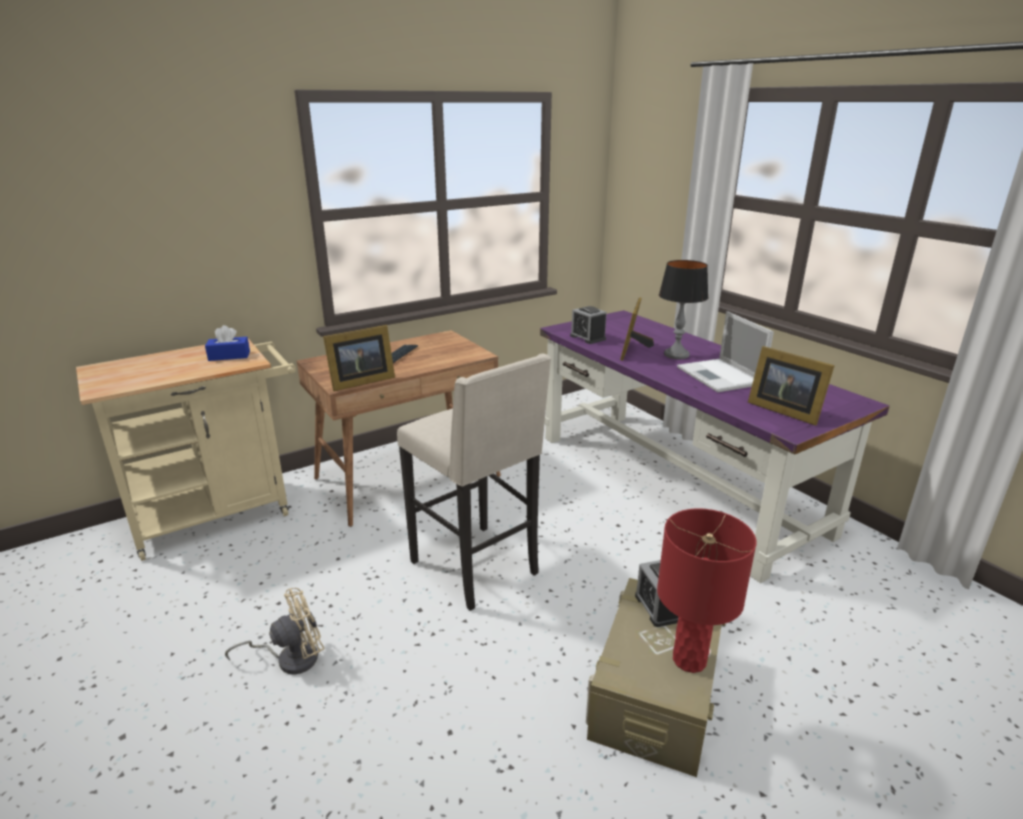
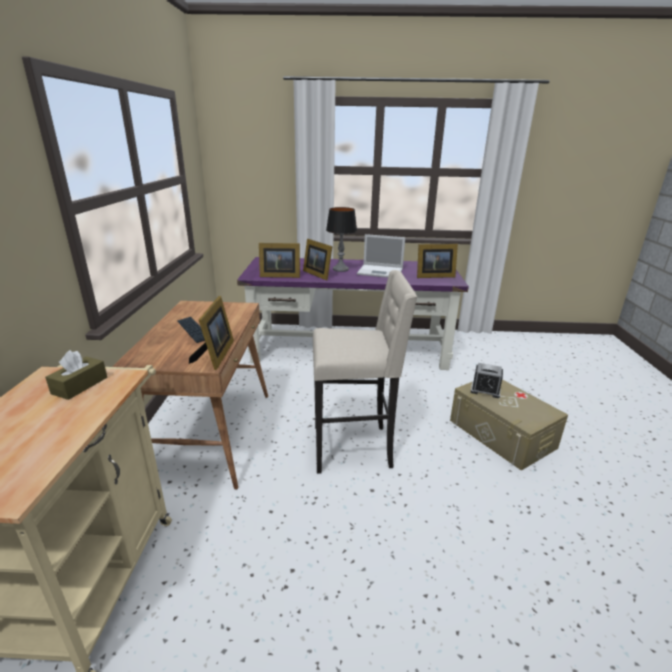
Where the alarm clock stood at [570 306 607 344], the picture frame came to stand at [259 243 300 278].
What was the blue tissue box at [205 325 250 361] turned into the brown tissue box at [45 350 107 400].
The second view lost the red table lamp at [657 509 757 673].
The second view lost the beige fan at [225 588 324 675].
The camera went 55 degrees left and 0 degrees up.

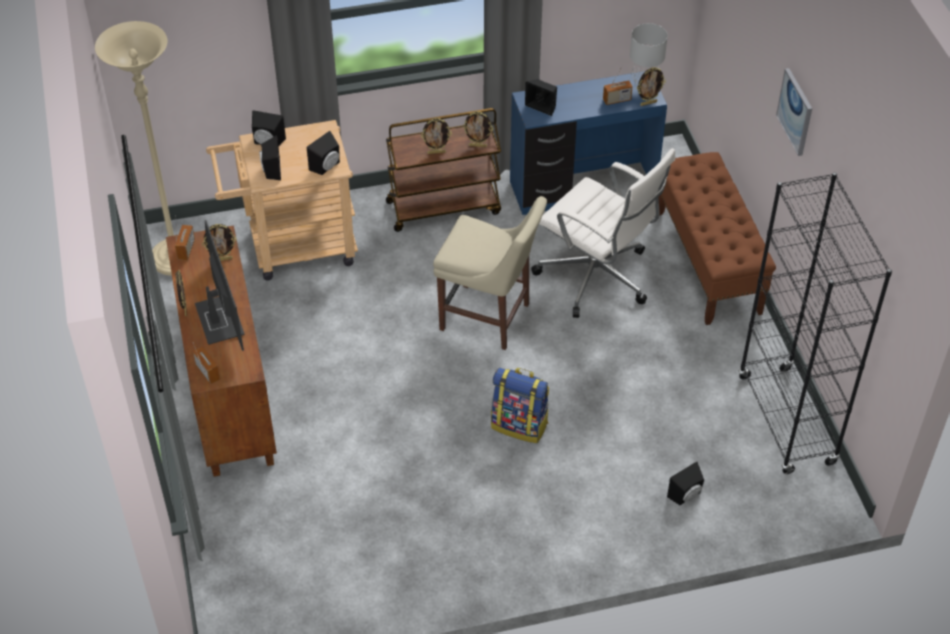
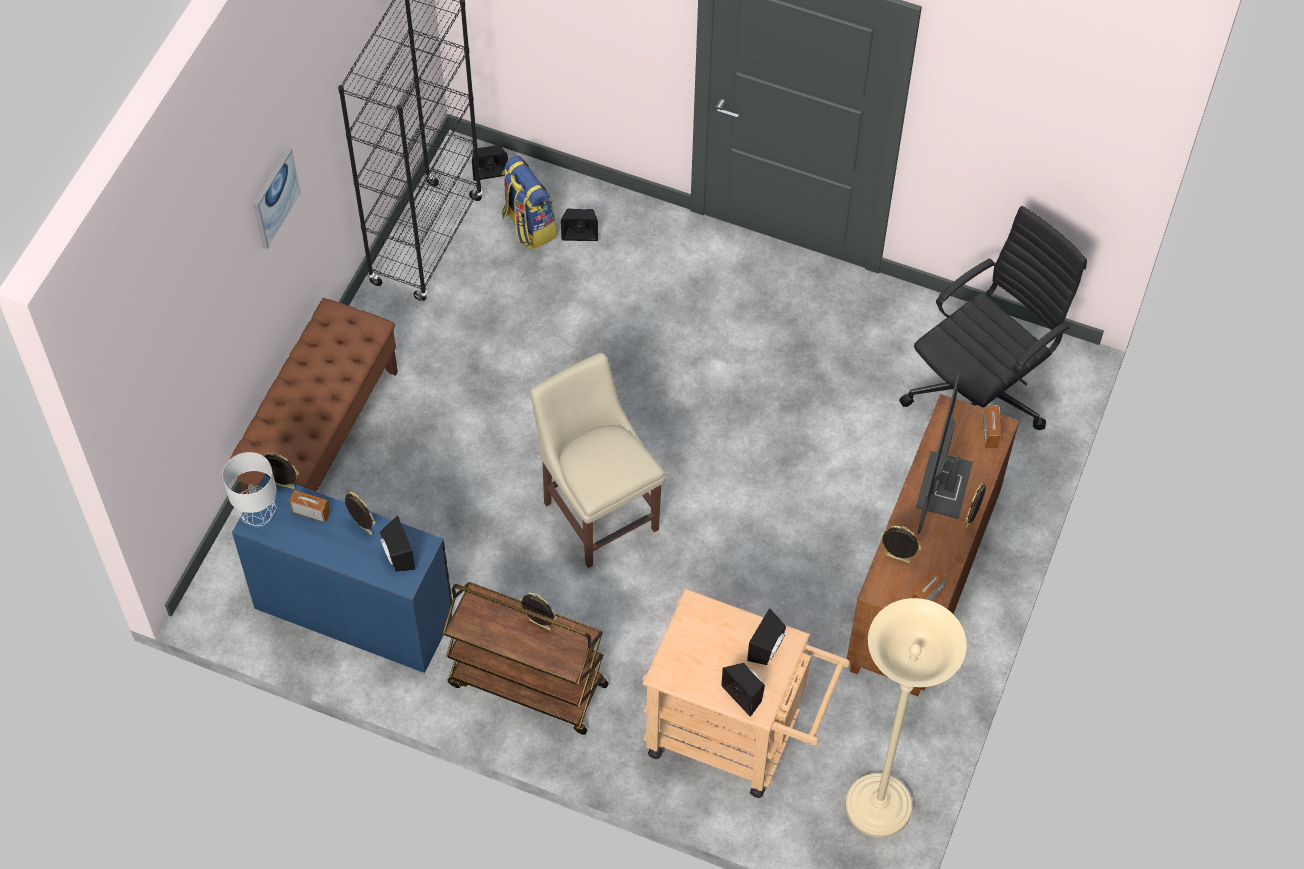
The picture frame ended up elsewhere, having gone from [462 111 493 147] to [345 492 375 535].
The black speaker ended up elsewhere, having gone from [307 131 340 175] to [472 144 508 181].
The second view lost the white office chair at [531 148 675 318].
The backpack ended up elsewhere, having gone from [491 367 549 443] to [502 156 557 250].
The second view gained the black office chair at [899 206 1087 430].
The camera went 145 degrees left and 10 degrees up.

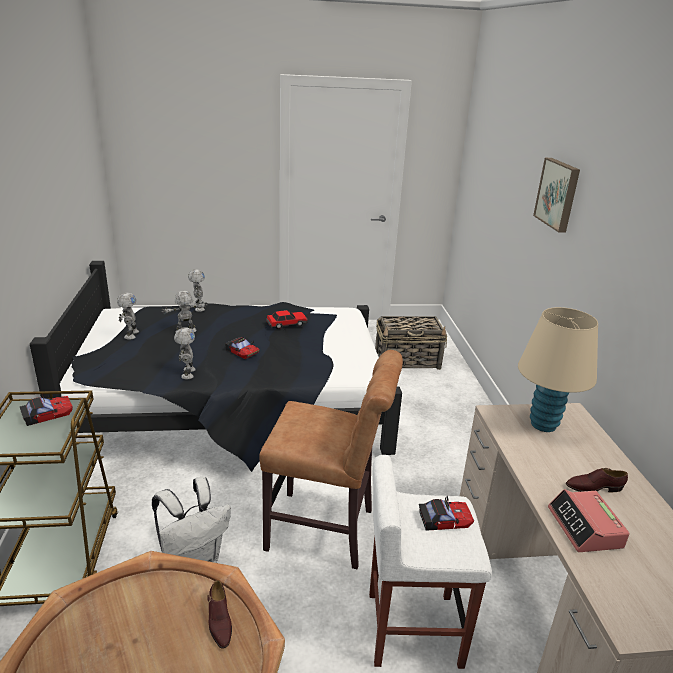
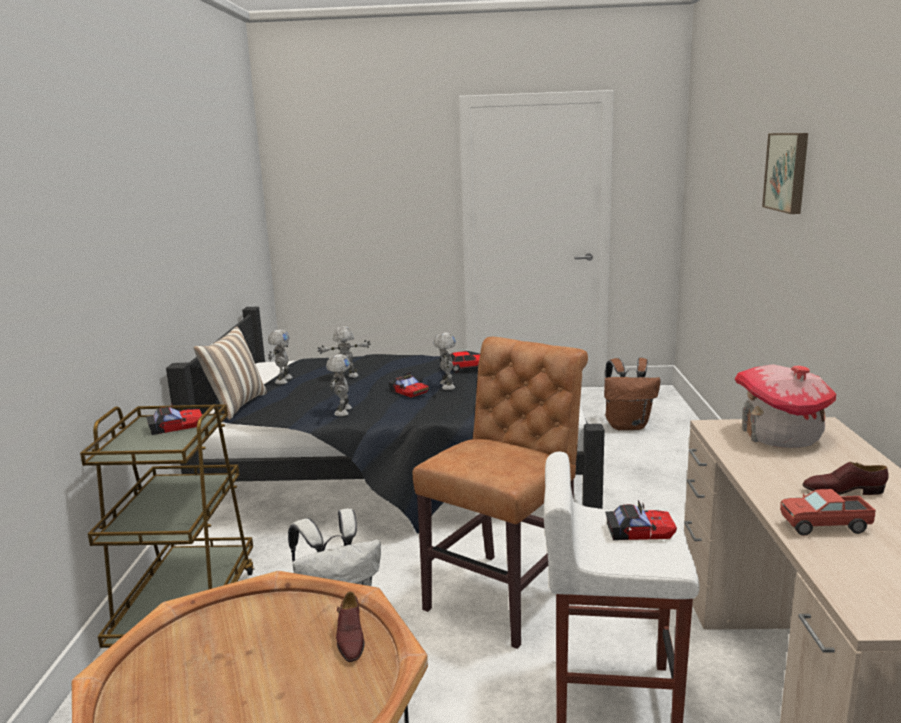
The toy robot ended up elsewhere, having gone from [188 269 205 312] to [433 332 456 390].
Where the beige table lamp stood at [518 307 598 432], the toy house came to stand at [735 364 836 448].
Where the basket stood at [375 316 447 370], the brown backpack came to stand at [604 358 661 430].
The brown chair at [259 350 403 569] ended up facing another way, 75 degrees counterclockwise from before.
Where the alarm clock stood at [548 489 630 552], the toy truck came to stand at [780 489 876 536].
The second view gained the pillow at [193 326 267 420].
The camera went 10 degrees right and 10 degrees down.

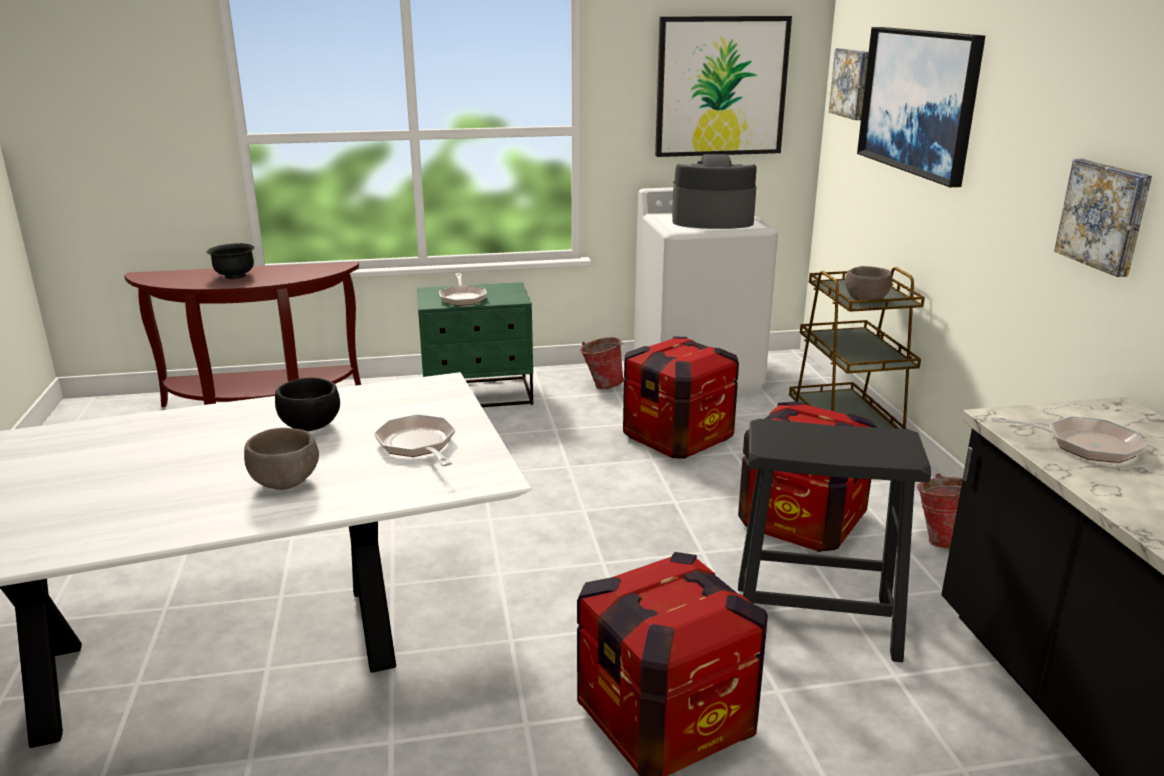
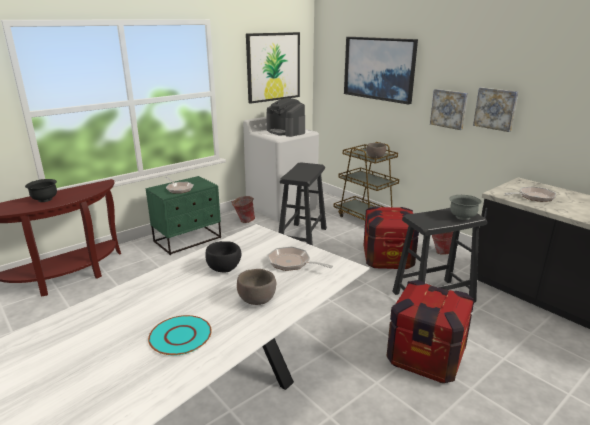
The picture ended up elsewhere, having gone from [829 48 869 120] to [430 89 468 130].
The coffee machine at [672 154 757 229] ended up facing another way, 105 degrees counterclockwise from before.
Where the crate stood at [623 337 739 459], the black stool came to stand at [279 162 327 246].
The second view gained the grey bowl at [449 195 482 220].
The second view gained the turquoise plate at [148 315 212 356].
The camera went 30 degrees left and 0 degrees up.

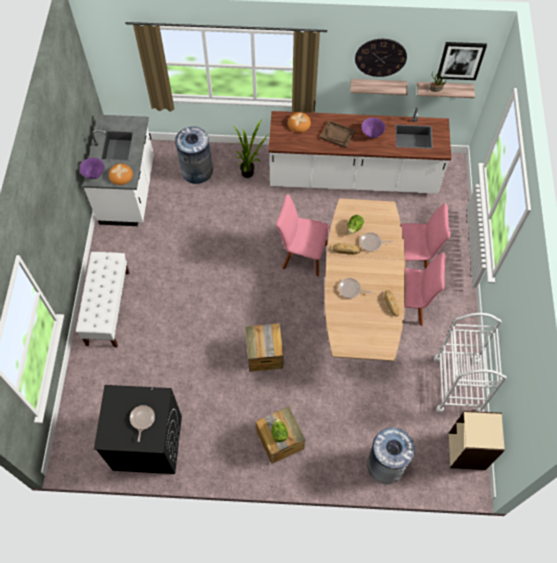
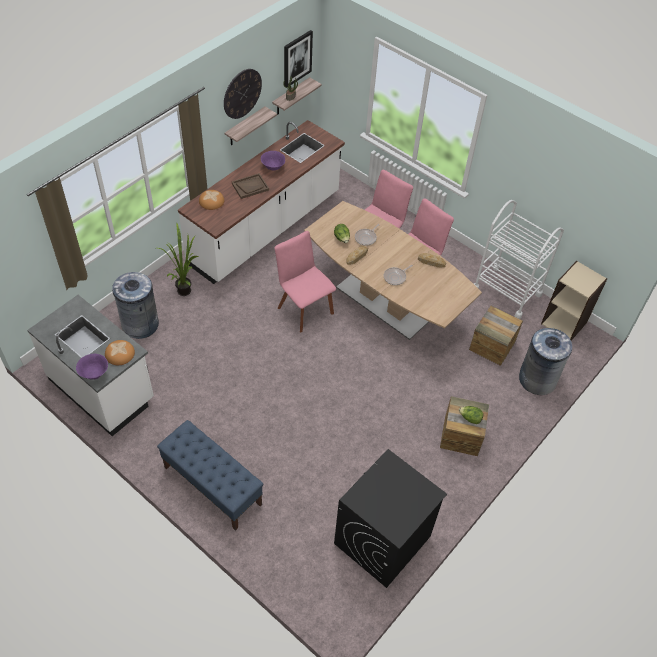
The pink chair at [276 194 330 277] ended up facing another way, 90 degrees clockwise from before.
What was the white bench at [76 252 130 348] turned into the blue bench at [157 420 264 531].
The crate ended up elsewhere, having gone from [245 323 284 372] to [469 306 523 366].
The second view lost the frying pan at [130 405 155 442].
The camera went 55 degrees left and 10 degrees down.

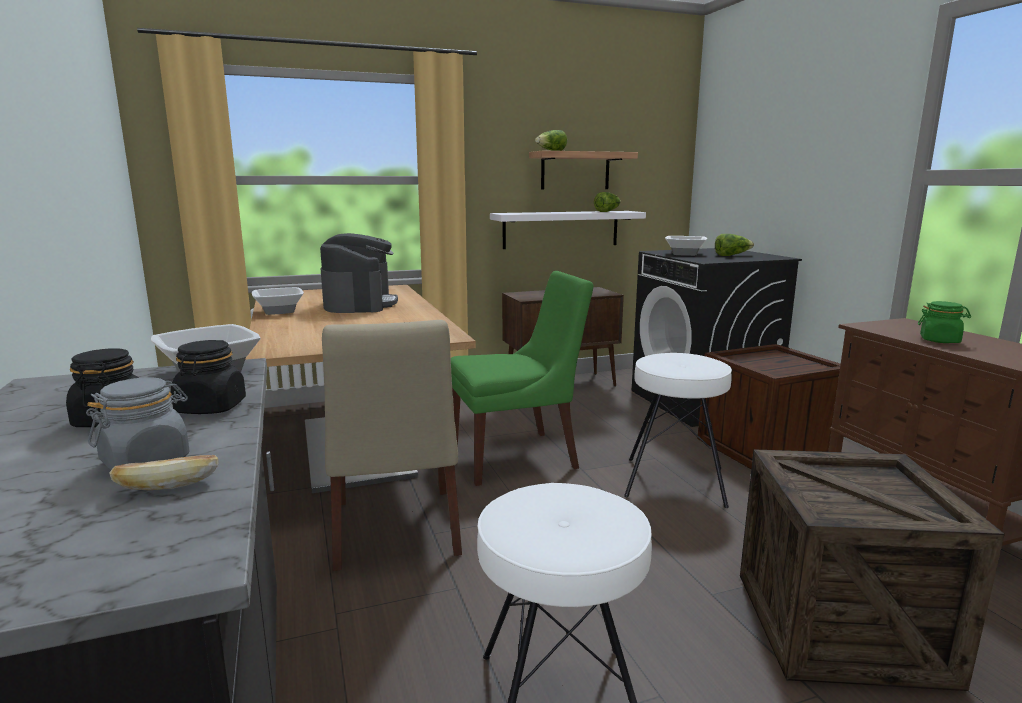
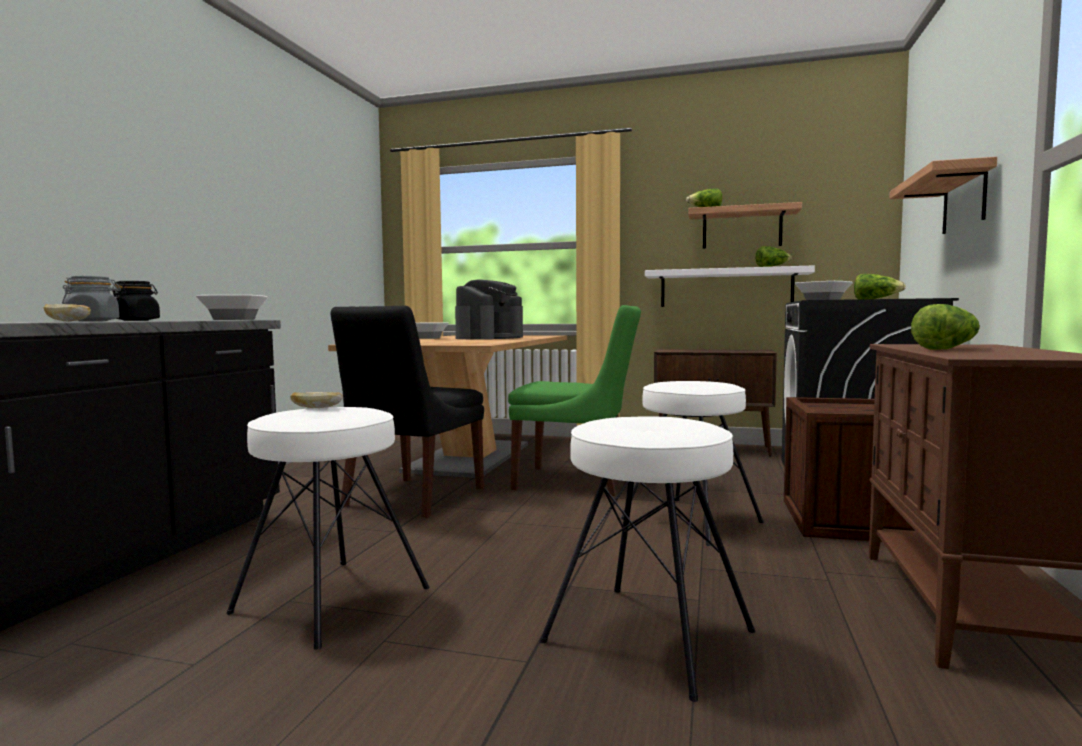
Where the green jar stood at [918 301 971 343], the lettuce came to stand at [911 304 980 350].
What was the beige chair at [322 320 462 571] turned into the black chair at [331 306 484 518].
The second view lost the black jar at [171 340 246 414].
Where the crate stood at [740 449 1005 691], the white stool came to stand at [540 416 755 702].
The second view gained the shelf at [889 157 997 234].
The second view gained the bread at [290 392 343 408].
The camera went 35 degrees right and 10 degrees down.

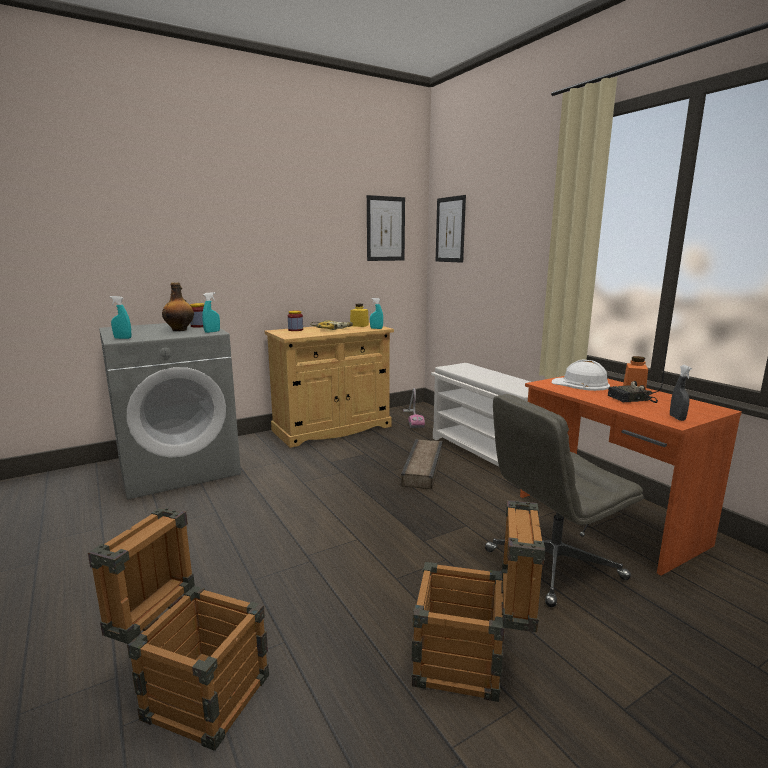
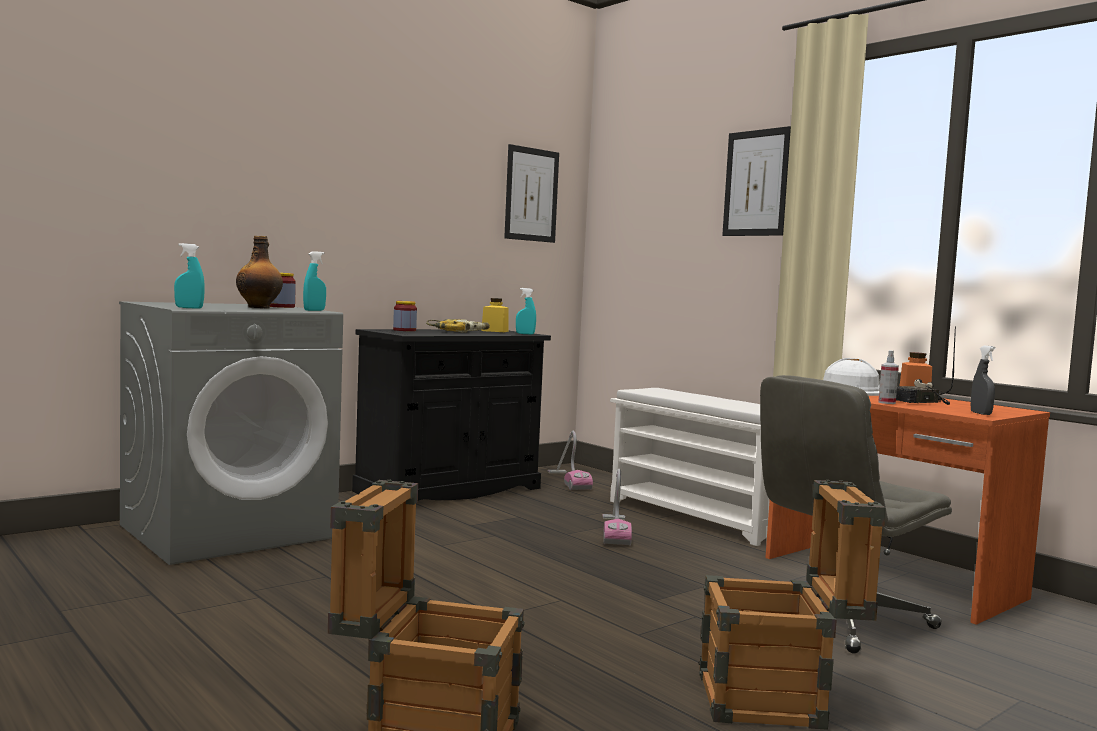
The picture ended up elsewhere, having gone from [436 195 466 263] to [722 126 791 236].
What was the beige cabinet at [265 323 394 448] turned into the black cabinet at [352 329 551 501].
Where the crate stood at [401 439 442 489], the vacuum cleaner came to stand at [602 469 632 546].
The second view gained the spray bottle at [878 350 899 404].
The camera went 10 degrees left and 10 degrees down.

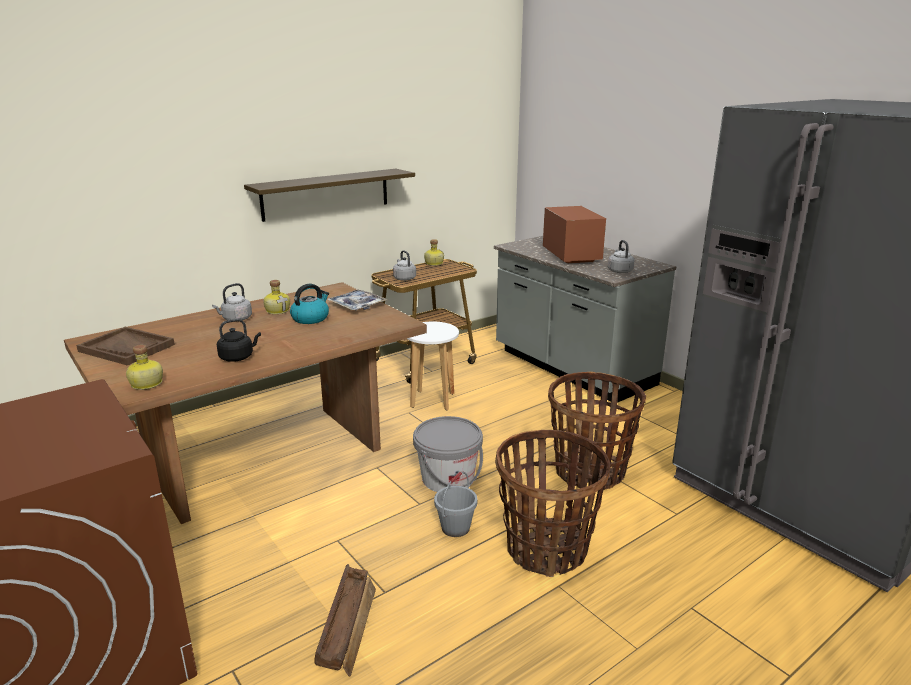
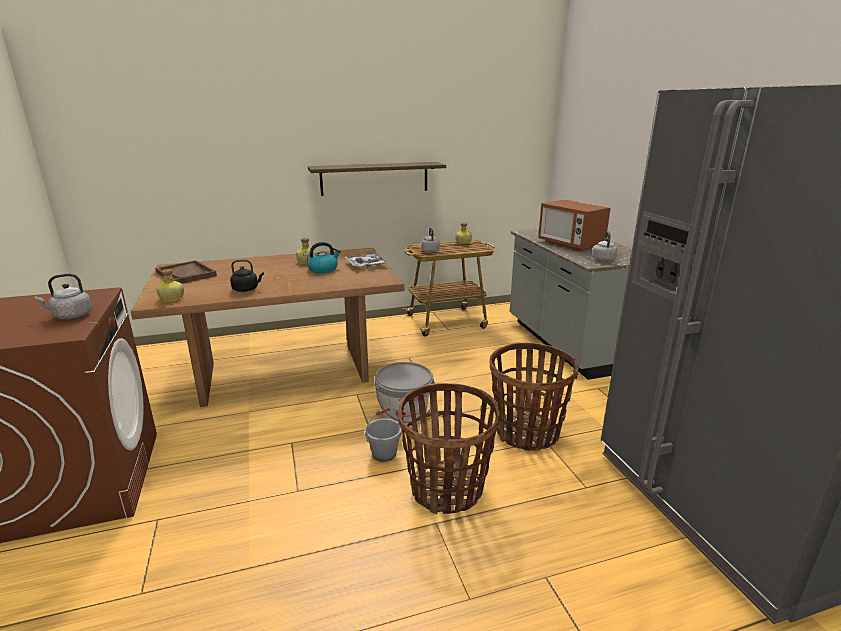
The microwave at [543 206 606 264] ended up facing another way, 135 degrees clockwise from before.
The grey kettle ended up elsewhere, having gone from [212 283 252 320] to [35 274 92 319].
The second view lost the white stool at [407 322 459 411].
The second view lost the crate at [314 564 376 677].
The camera went 20 degrees right and 0 degrees up.

